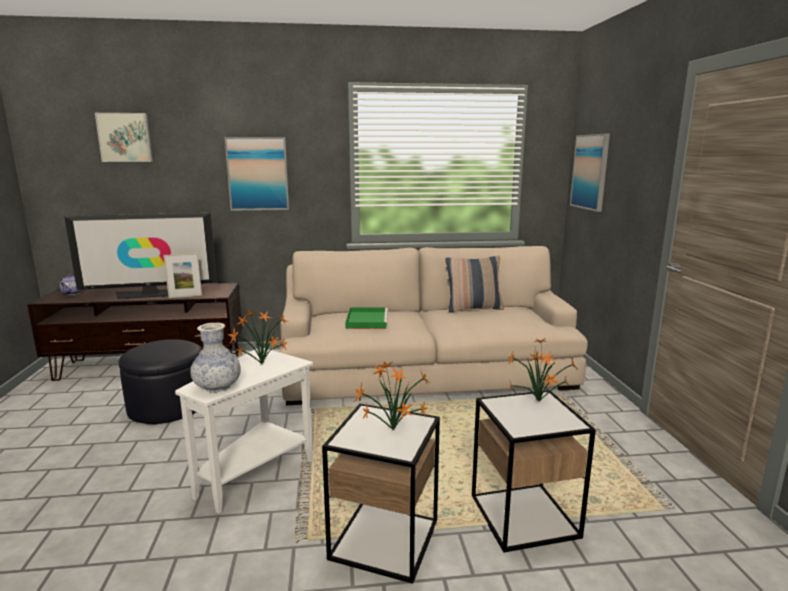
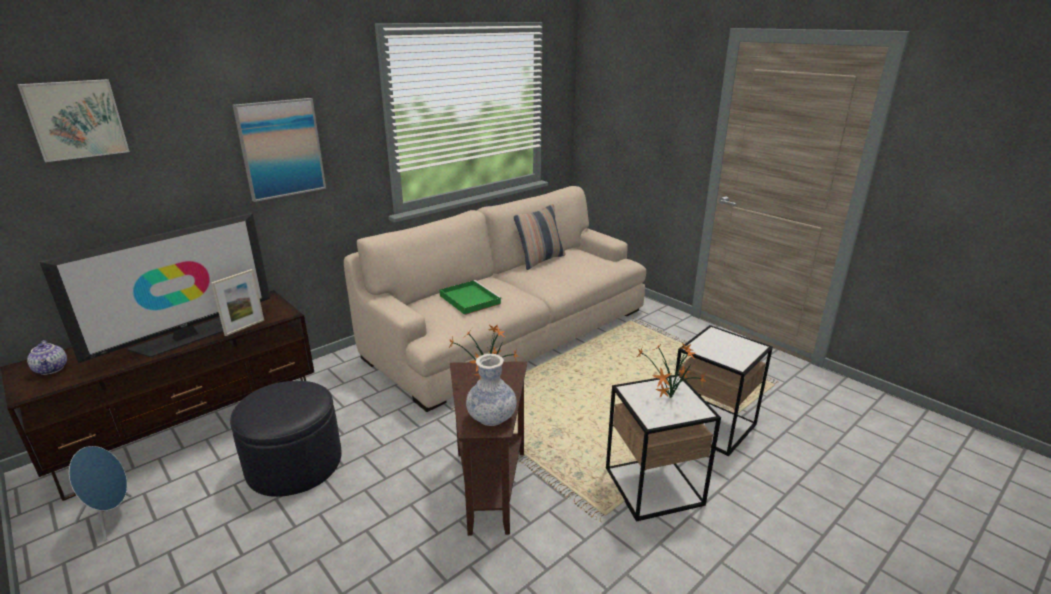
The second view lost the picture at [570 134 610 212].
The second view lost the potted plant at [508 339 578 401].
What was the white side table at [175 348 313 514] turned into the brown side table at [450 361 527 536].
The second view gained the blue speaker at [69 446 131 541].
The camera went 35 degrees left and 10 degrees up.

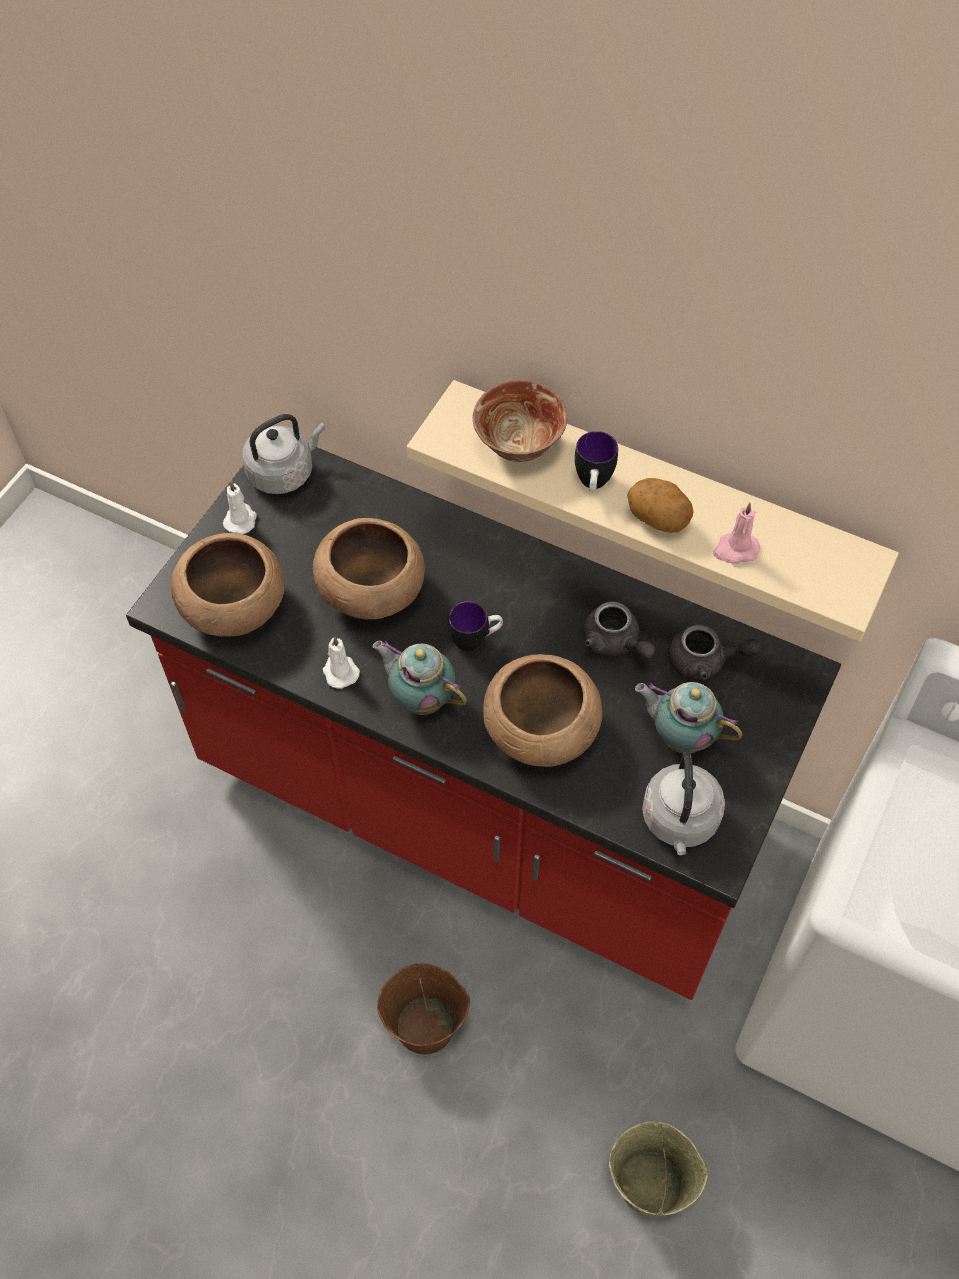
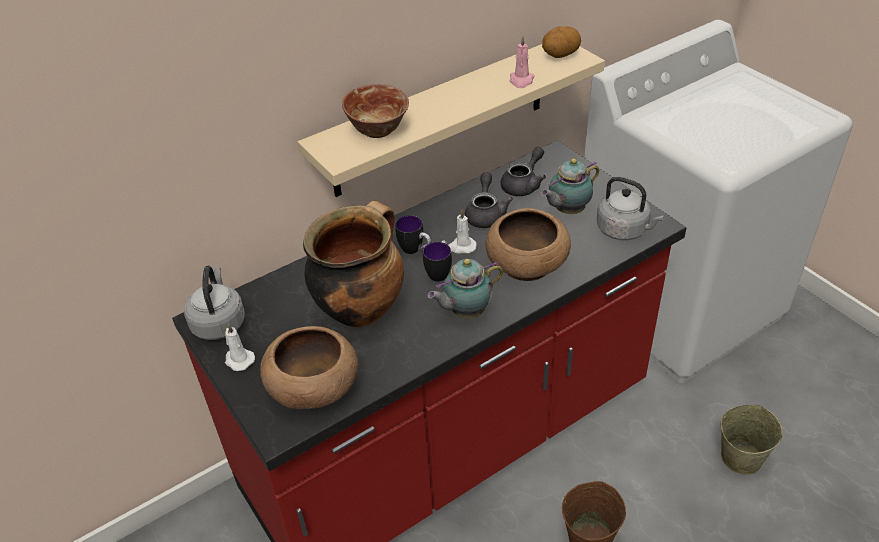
The mug ended up elsewhere, having gone from [575 431 618 492] to [395 215 431 254].
The potato ended up elsewhere, having gone from [627 478 694 533] to [542 26 581 58].
Where the brown bowl stood at [313 518 425 620], the cooking pot came to stand at [303 201 404 327].
The grey teapot at [583 602 655 659] ended up facing another way, 75 degrees counterclockwise from before.
The white candle ended up elsewhere, having gone from [323 636 360 689] to [448 210 477 254].
The camera went 60 degrees left and 15 degrees down.

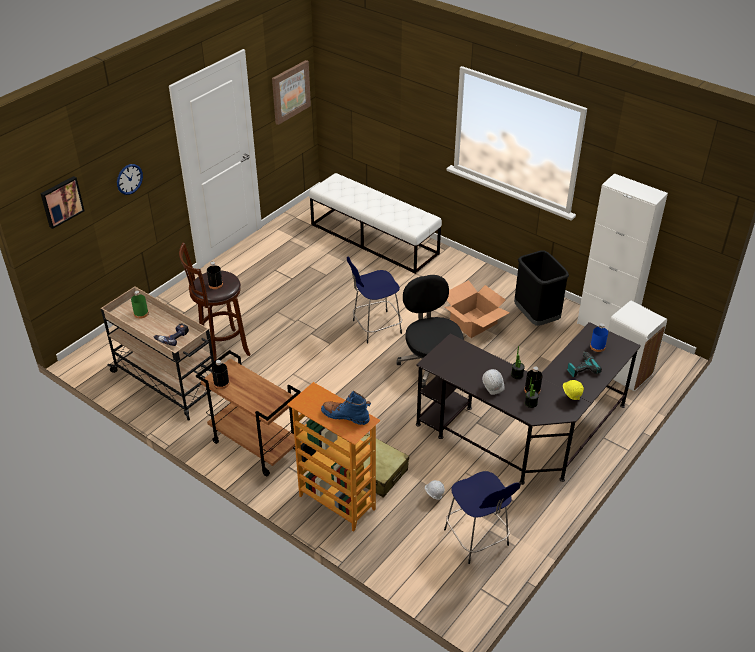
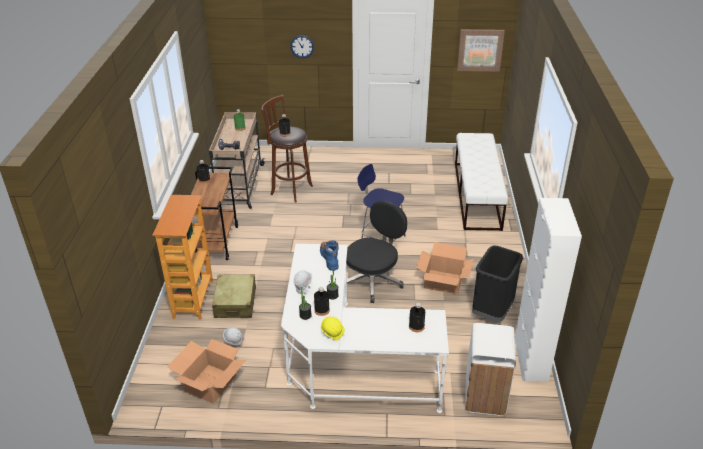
The second view lost the picture at [40 176 85 229].
What was the black desk at [416 322 641 485] turned into the white desk at [281 244 449 413].
What was the blue bottle at [590 323 608 352] turned into the black bottle at [409 303 425 332].
The second view lost the power drill at [567 351 602 377].
The blue boot ended up elsewhere, having gone from [321 391 371 425] to [320 241 339 271].
Where the blue stool stood at [444 471 521 564], the cardboard box came to stand at [167 339 246 404].
The camera went 55 degrees right and 5 degrees down.

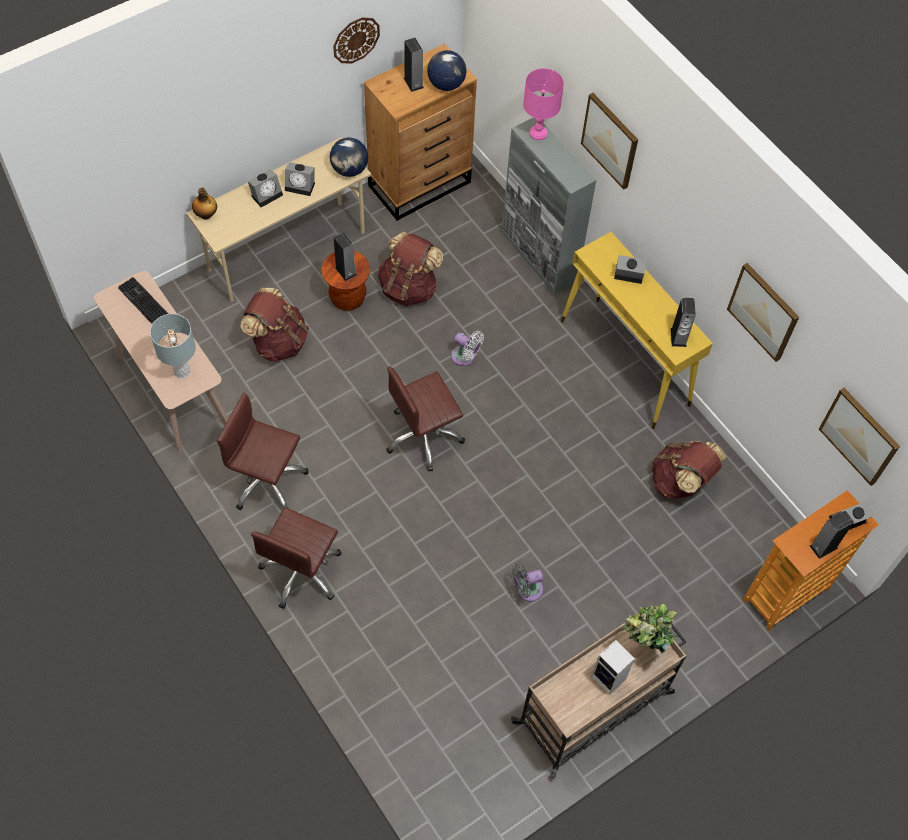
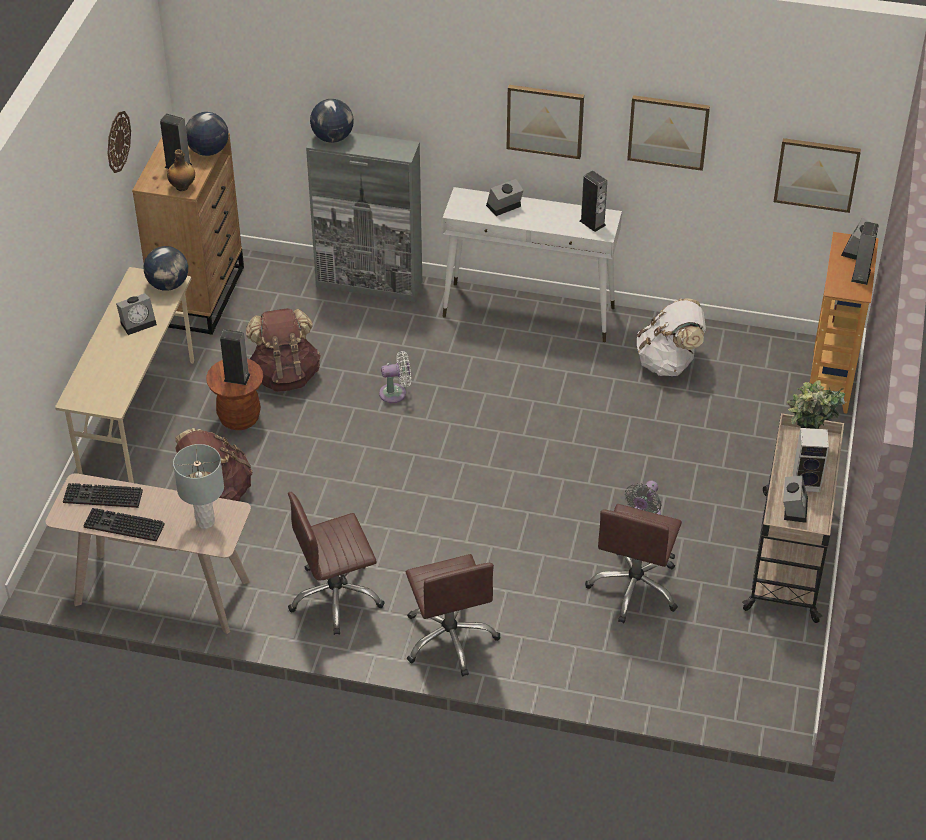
Where the pink table lamp stood at [523 68 564 140], the globe came to stand at [310 99 354 143].
The picture ended up elsewhere, having gone from [581 93 638 190] to [507 85 584 159].
The alarm clock ended up elsewhere, having gone from [248 169 283 207] to [783 475 808 523].
The bottle ended up elsewhere, having gone from [192 187 217 220] to [167 149 195 191].
What was the yellow console table at [561 232 713 429] turned into the white console table at [443 187 622 342].
The brown office chair ended up elsewhere, having gone from [386 366 465 472] to [585 504 682 623].
What was the brown backpack at [652 441 727 499] turned into the white backpack at [637 298 706 376].
The second view gained the keyboard at [84 508 165 541].
The camera went 40 degrees left and 15 degrees down.

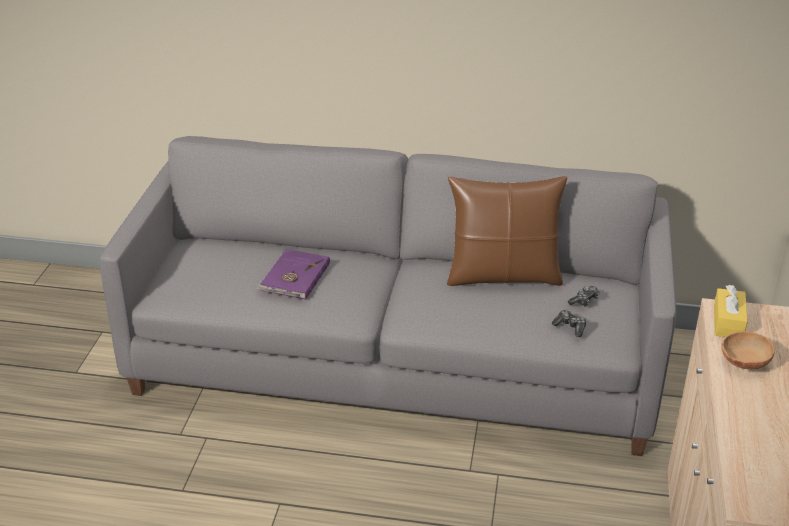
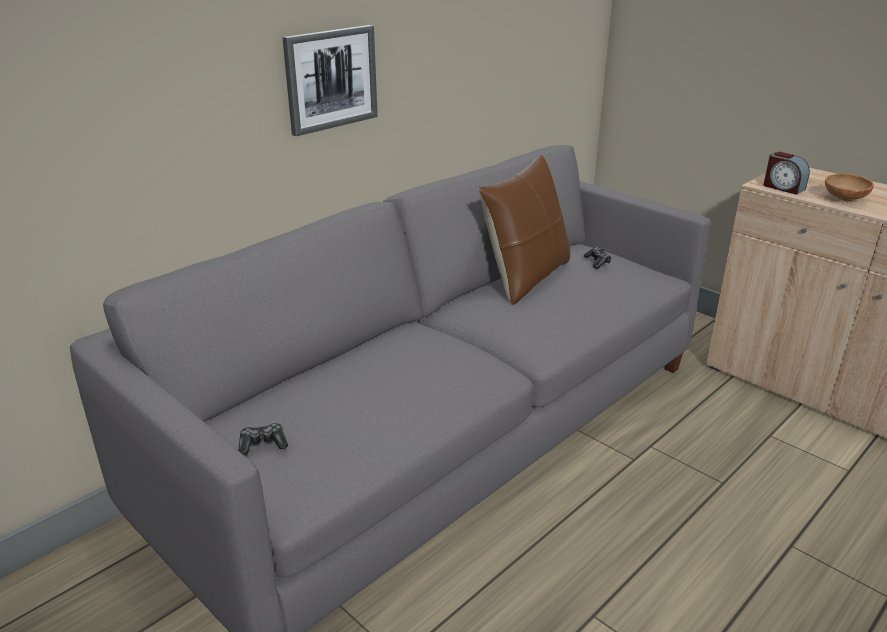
The second view lost the purple book at [257 249 330 300].
Where the yellow tissue box stood at [714 285 748 337], the alarm clock came to stand at [763 152 810 195].
The game controller ended up elsewhere, having gone from [552 310 586 337] to [238 423 288 455].
The second view gained the picture at [282 25 378 136].
The camera went 55 degrees left and 5 degrees down.

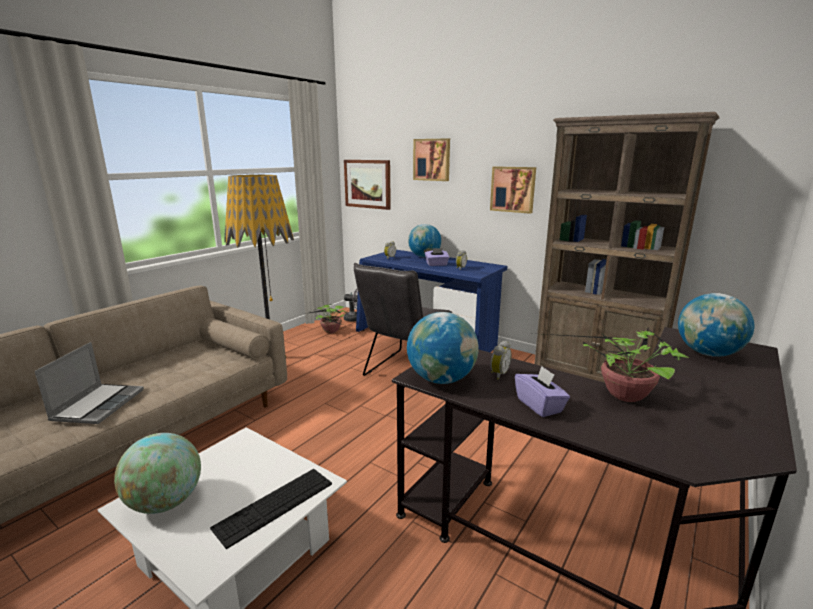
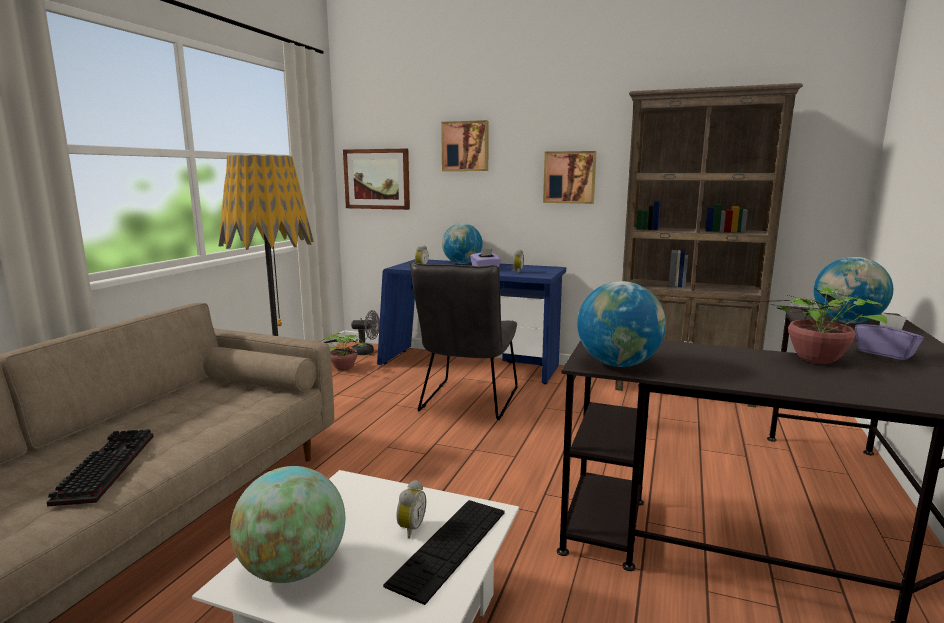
The alarm clock ended up elsewhere, having gone from [490 341 512 380] to [396 480 426 539].
Where the laptop stood at [35 342 144 424], the keyboard came to stand at [47 429 154 507].
The purple tissue box ended up elsewhere, having gone from [515 366 570 417] to [855 313 924 360].
The camera went 15 degrees left and 5 degrees down.

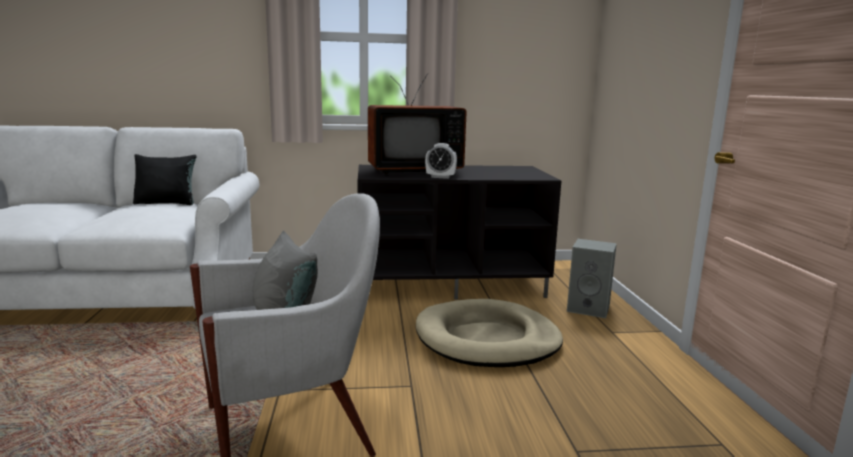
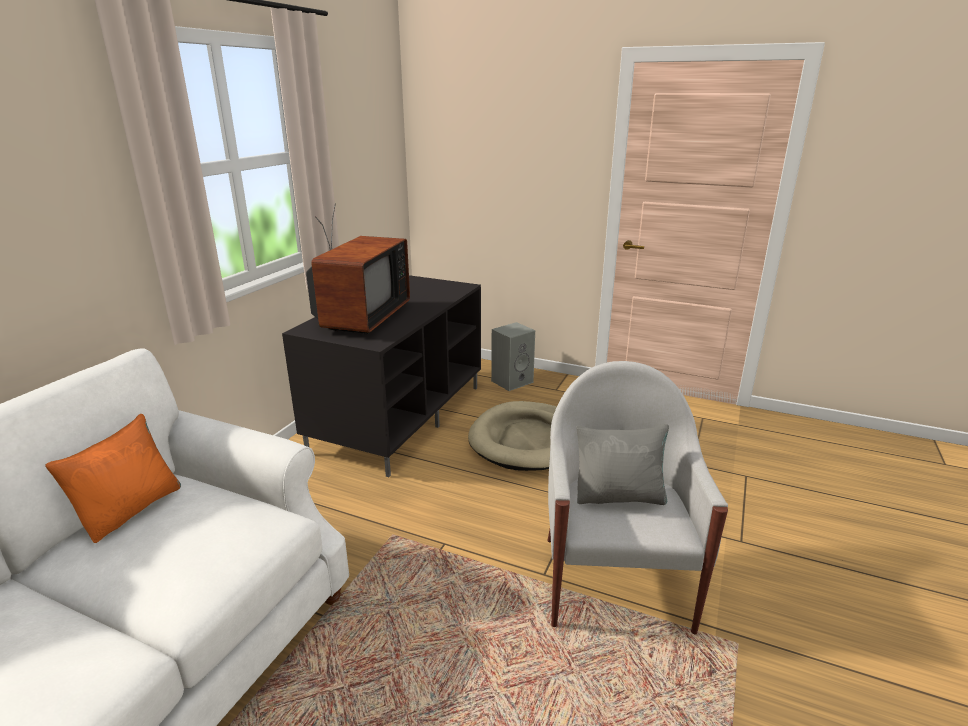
The second view lost the alarm clock at [425 143 457 179].
What was the black pillow at [133 154 197 205] turned into the orange pillow at [45 414 181 543].
The camera went 60 degrees left and 10 degrees up.

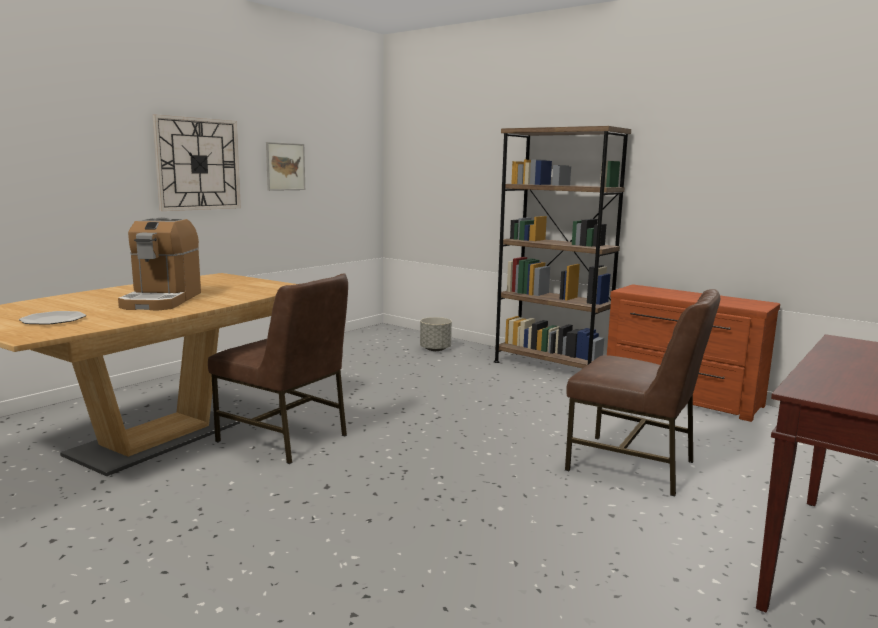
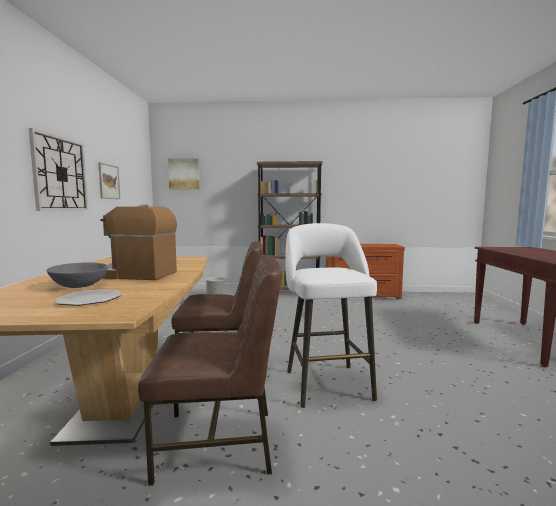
The coffee machine at [118 217 201 310] ended up facing another way, 135 degrees clockwise from before.
The brown chair ended up elsewhere, having gone from [565 289 720 496] to [138 256 283 486].
The second view gained the picture at [168 158 199 189].
The second view gained the white stool at [285 223 377 408].
The second view gained the grey bowl at [46 263 108 288].
The camera went 35 degrees left and 5 degrees down.

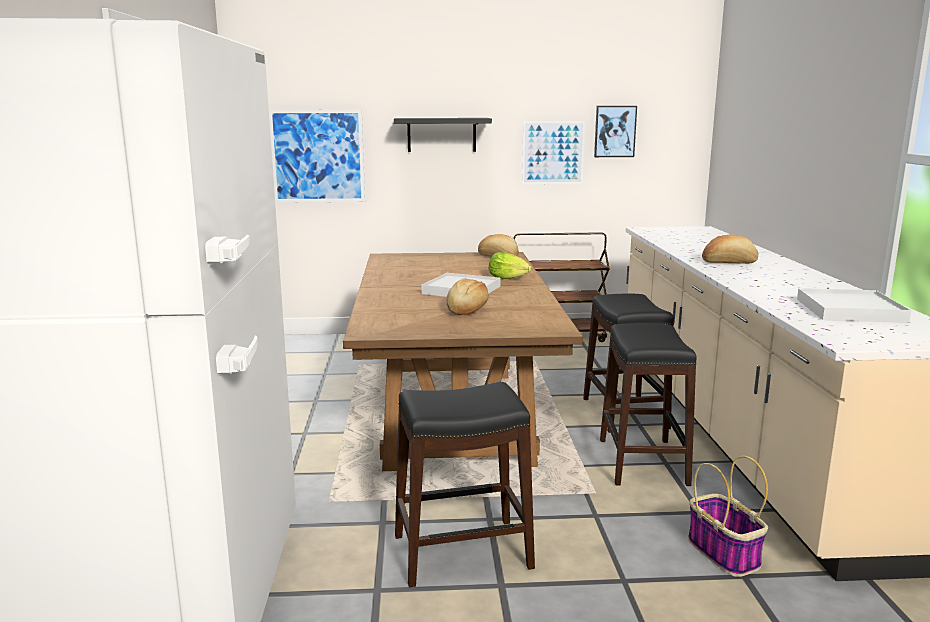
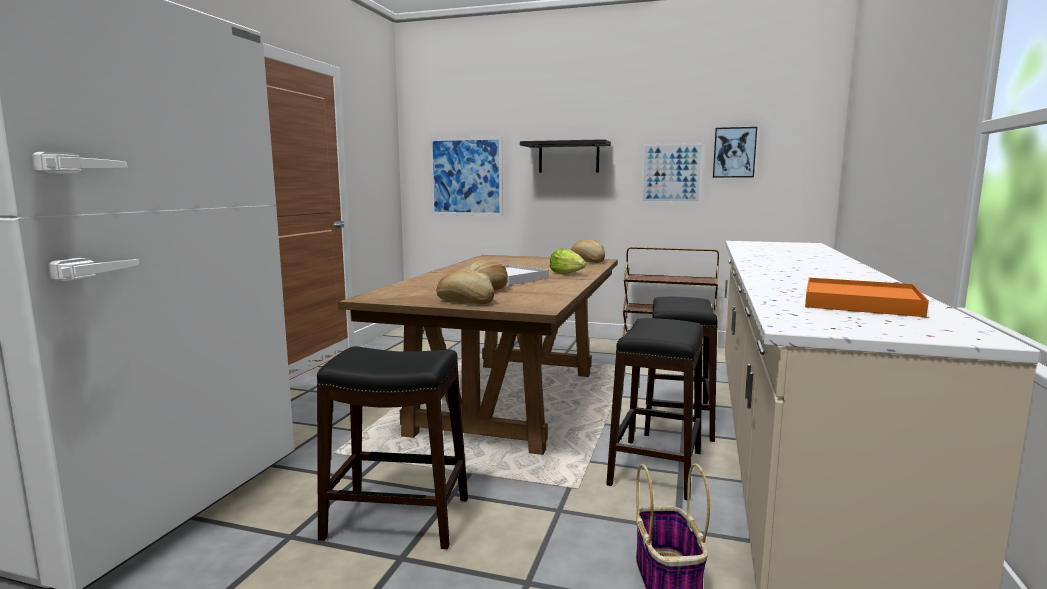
The bread ended up elsewhere, having gone from [702 234 758 264] to [436 269 494 304].
What was the white tray at [797 288 911 323] turned into the orange tray at [805 278 929 317].
The camera went 20 degrees right and 5 degrees down.

